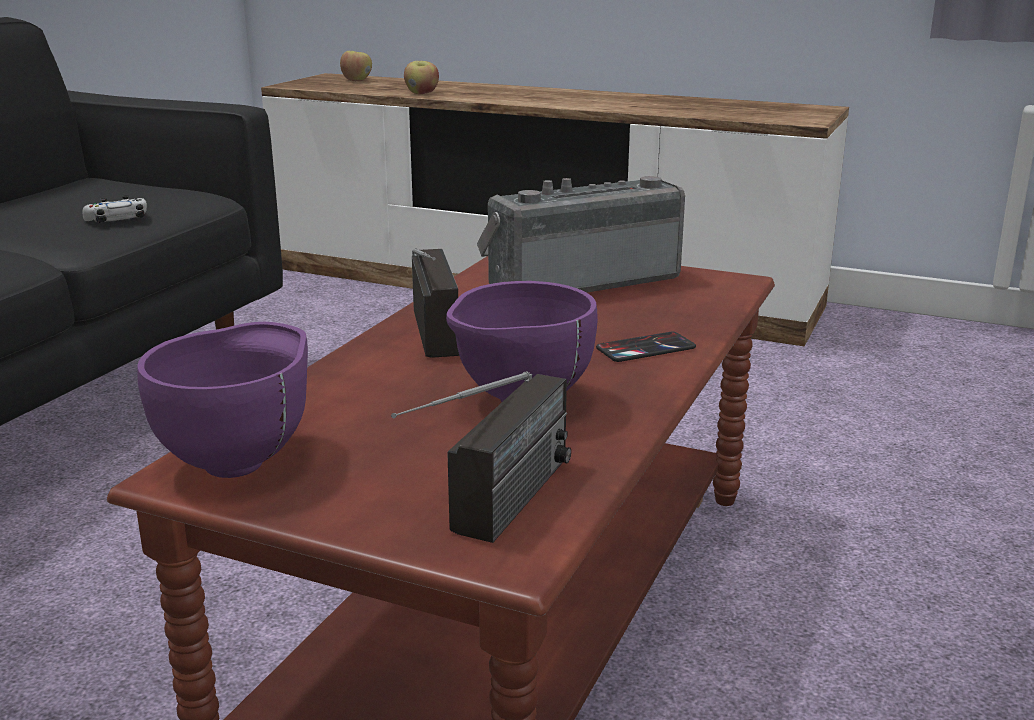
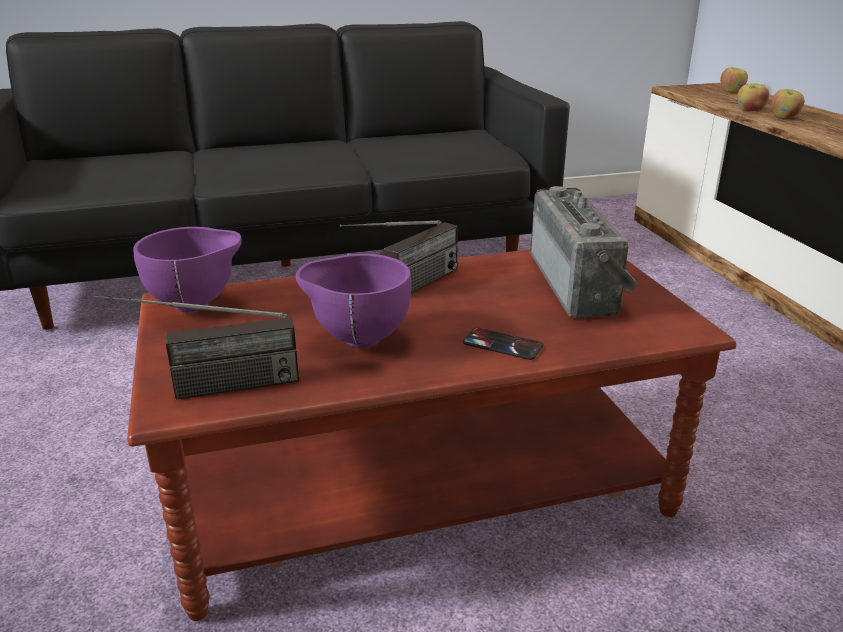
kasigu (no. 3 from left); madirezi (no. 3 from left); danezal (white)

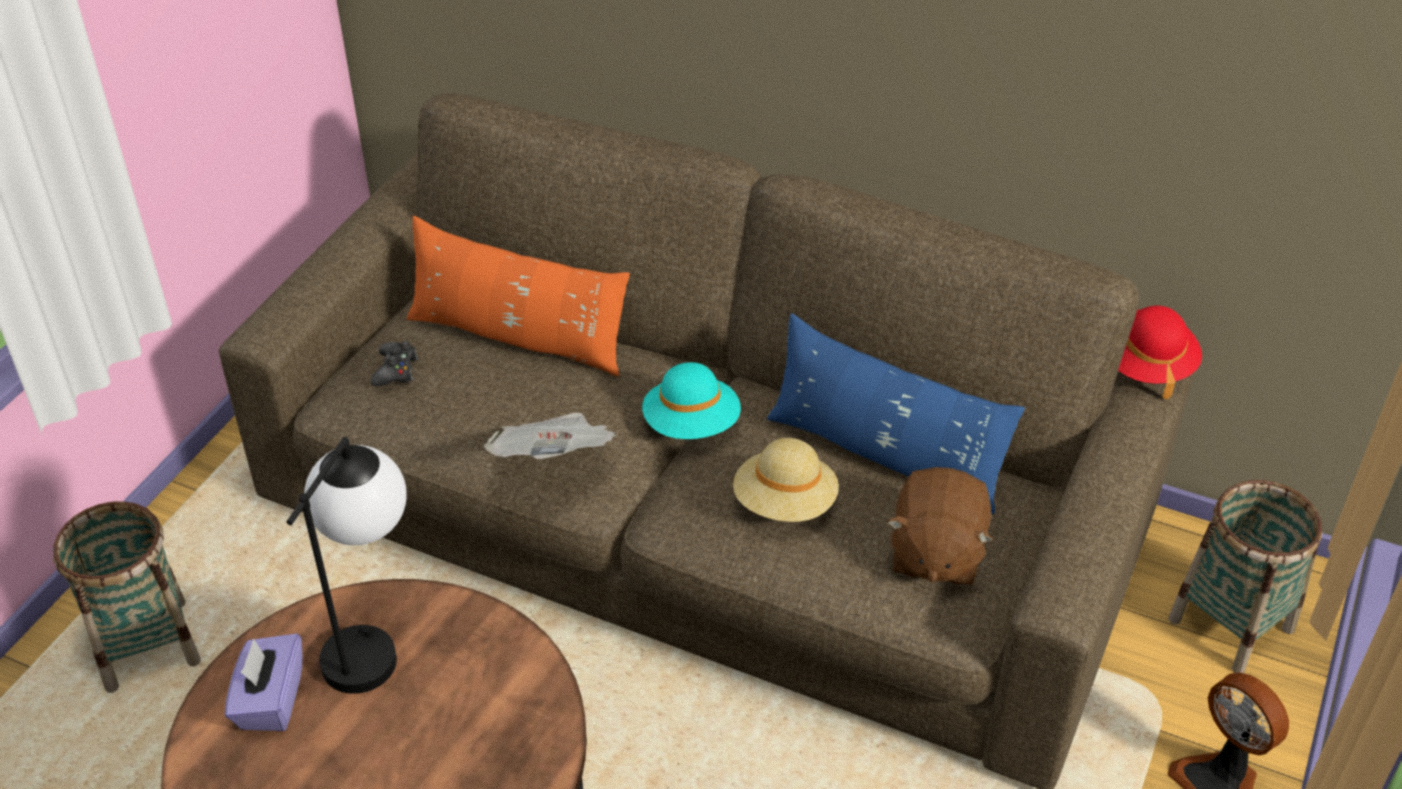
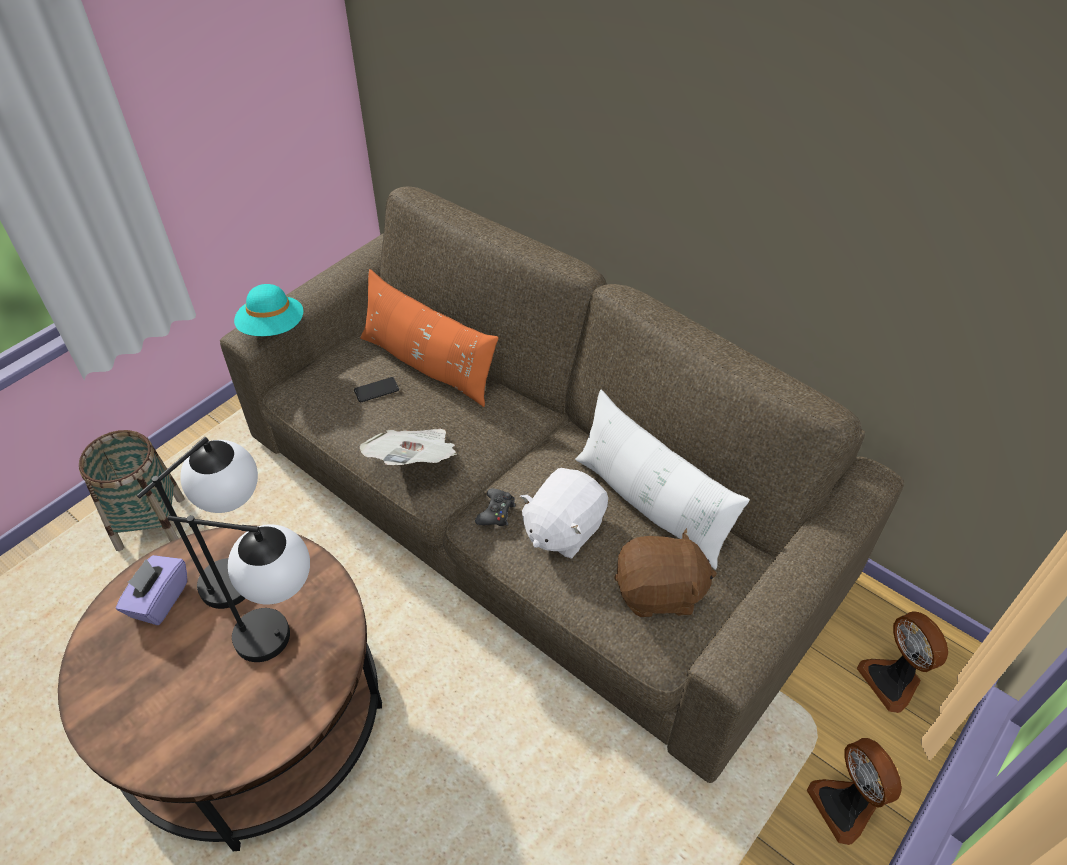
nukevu (no. 2 from left); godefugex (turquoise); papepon; danezal (black); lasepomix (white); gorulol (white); lasepomix (brown); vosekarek (no. 2 from left); godefugex (red)

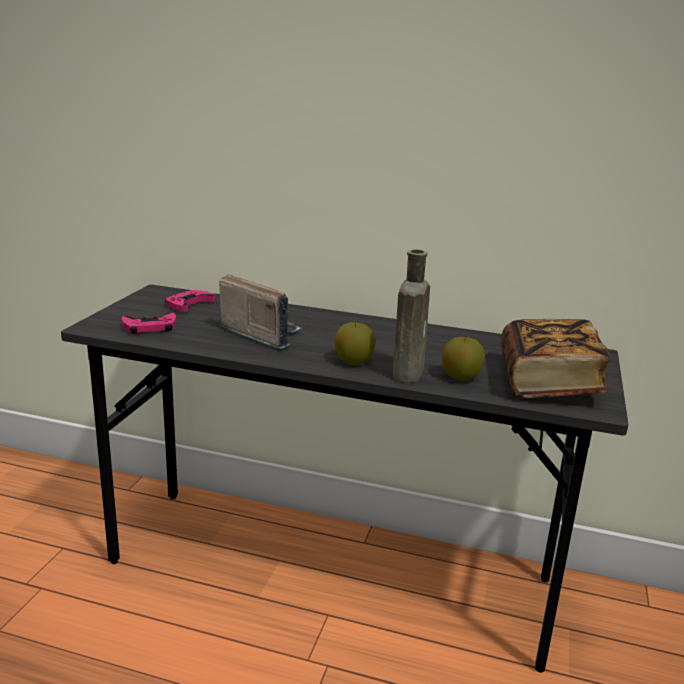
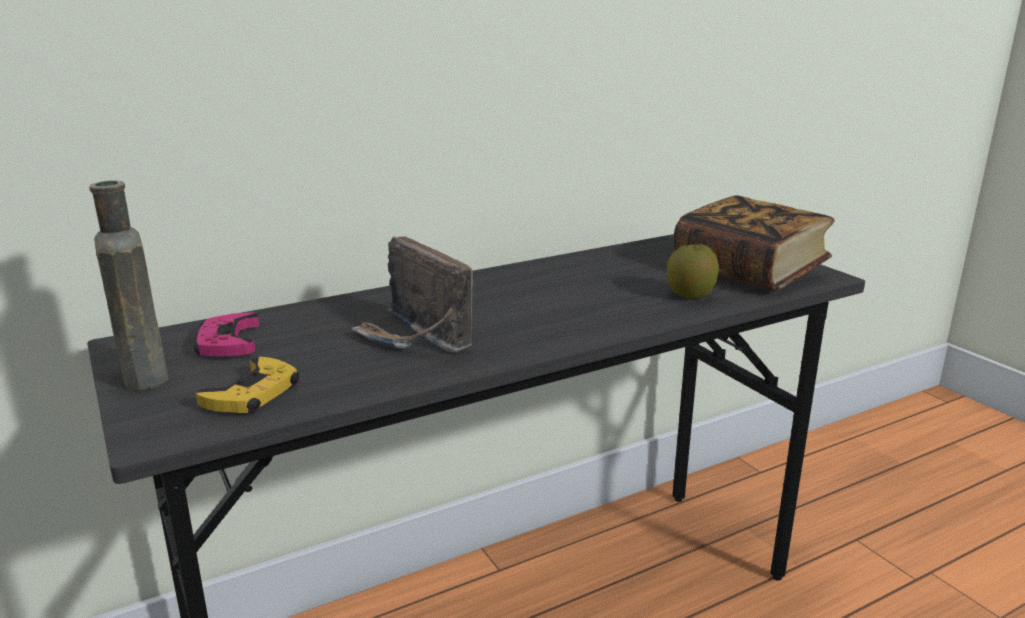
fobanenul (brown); danezal (yellow); kasigu; madirezi (no. 1 from left in the first image)

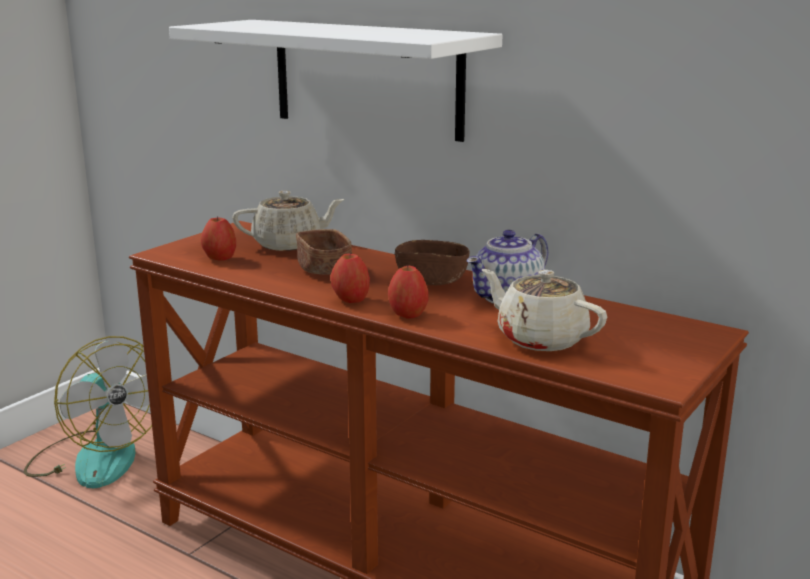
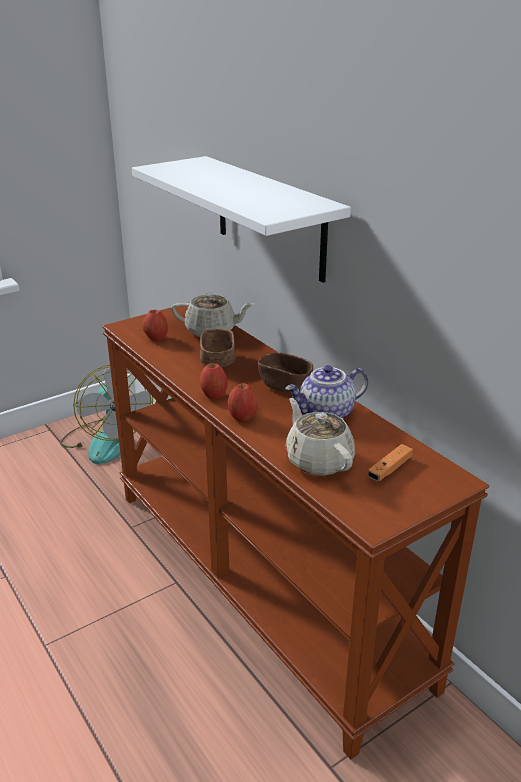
danezal (orange)

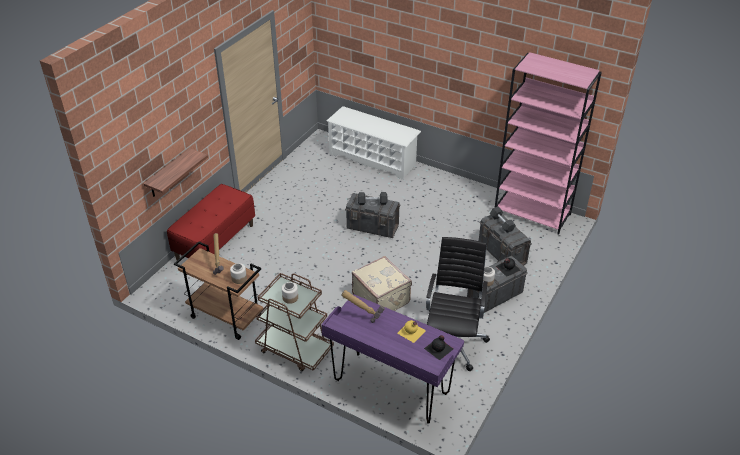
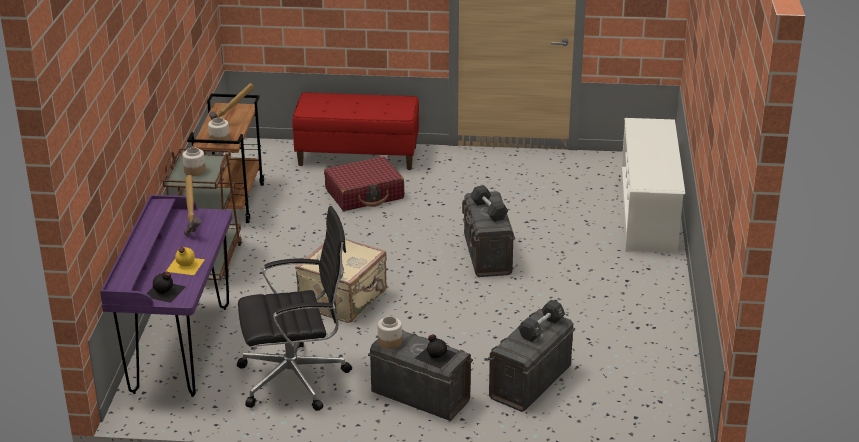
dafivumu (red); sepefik; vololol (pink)

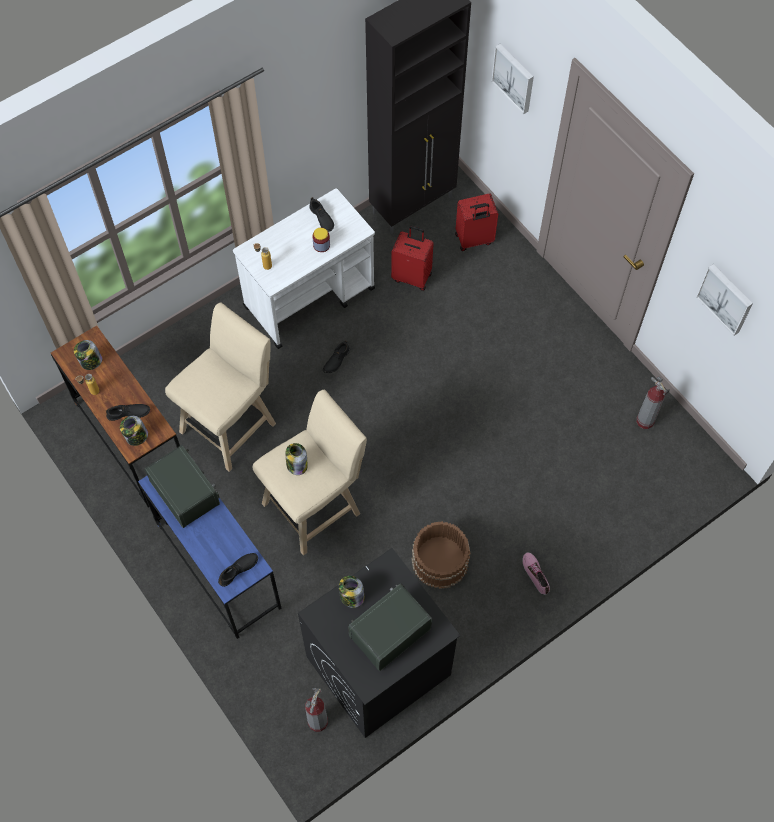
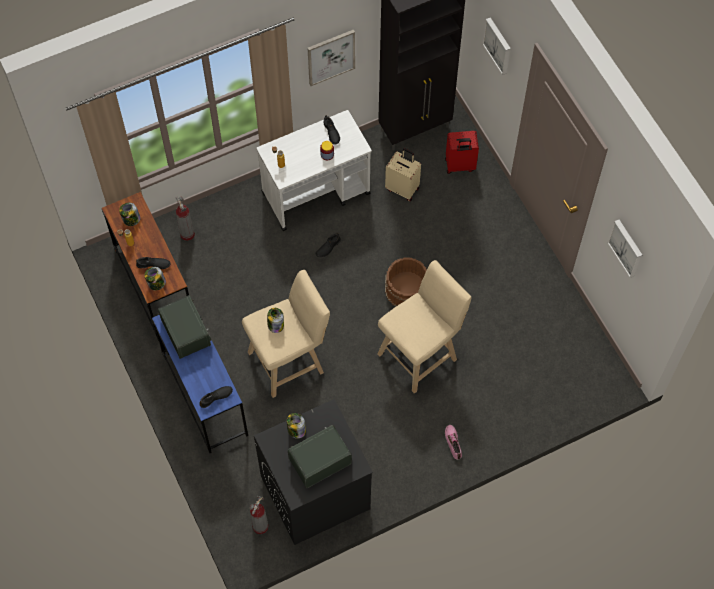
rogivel (no. 1 from left); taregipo (no. 1 from left); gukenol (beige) (no. 2 from left); dafivumu (beige); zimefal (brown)

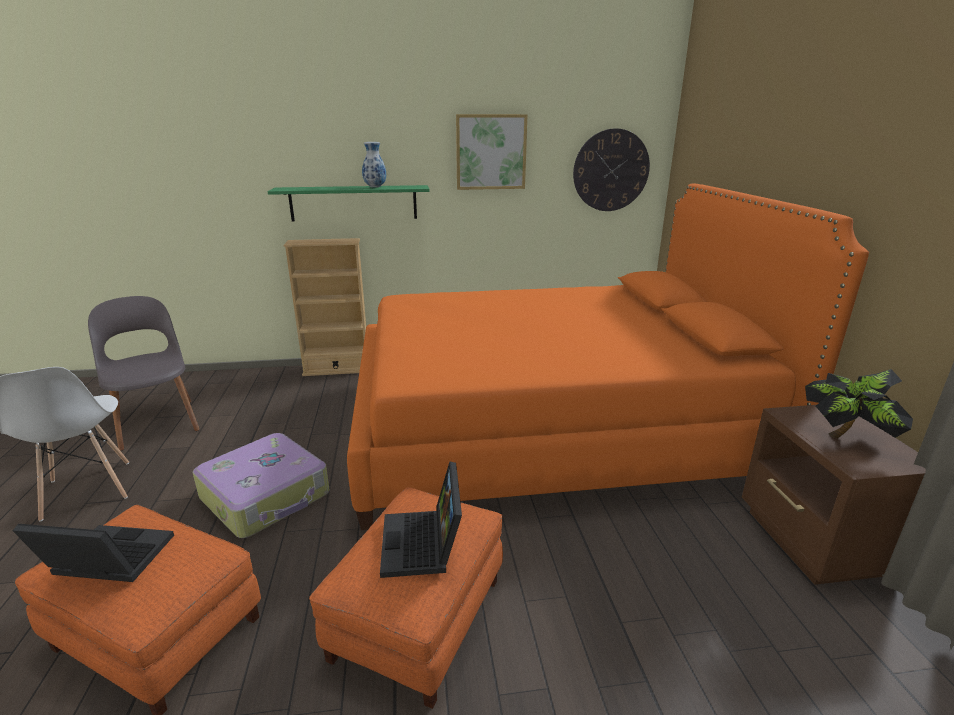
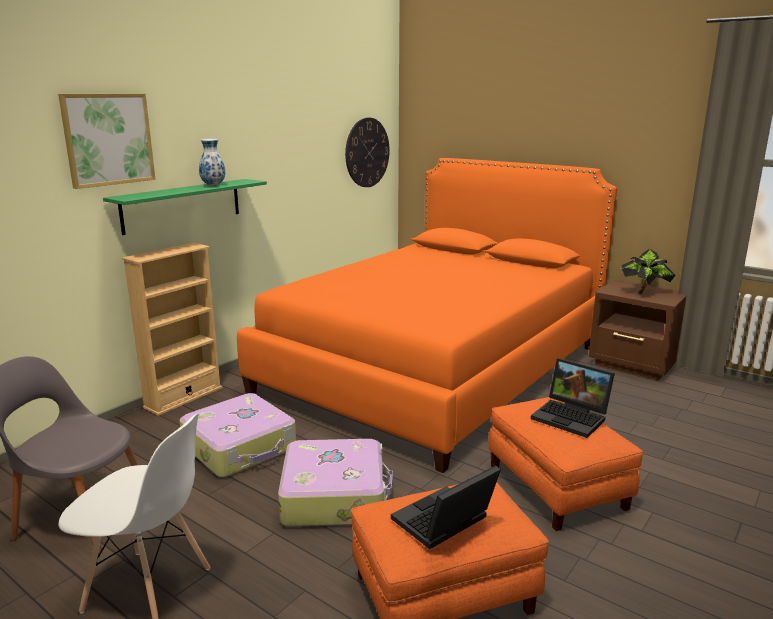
taregipo; dafivumu (no. 1 from left)

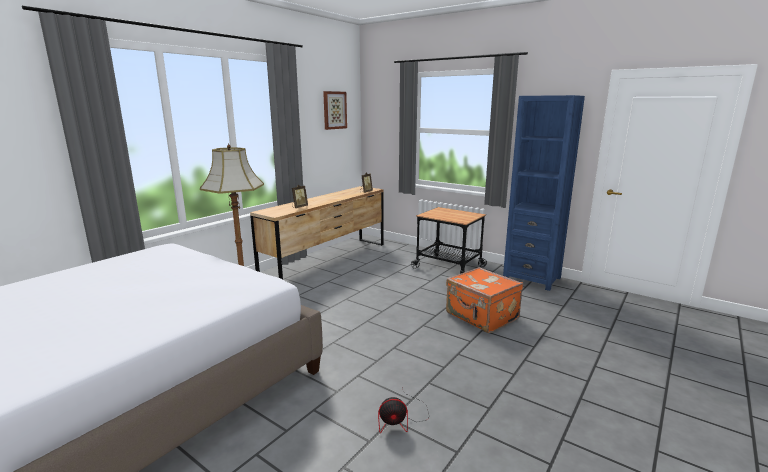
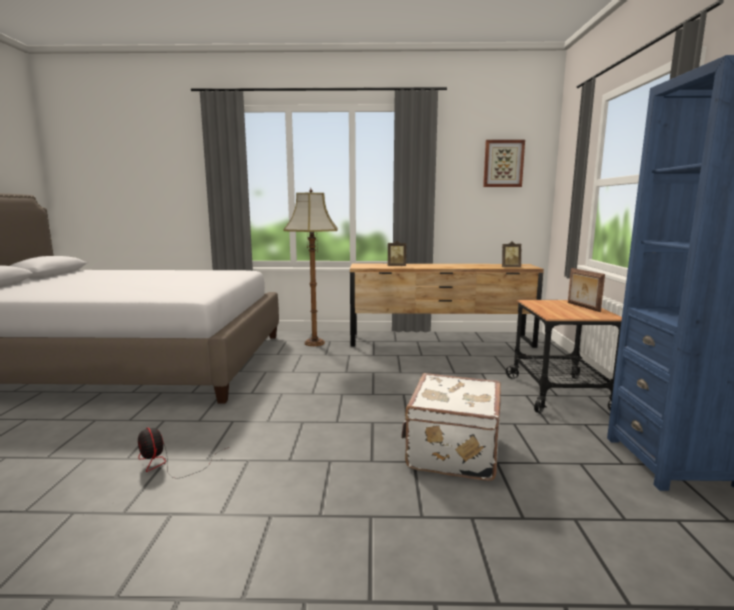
dafivumu (white); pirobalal (no. 3 from left)

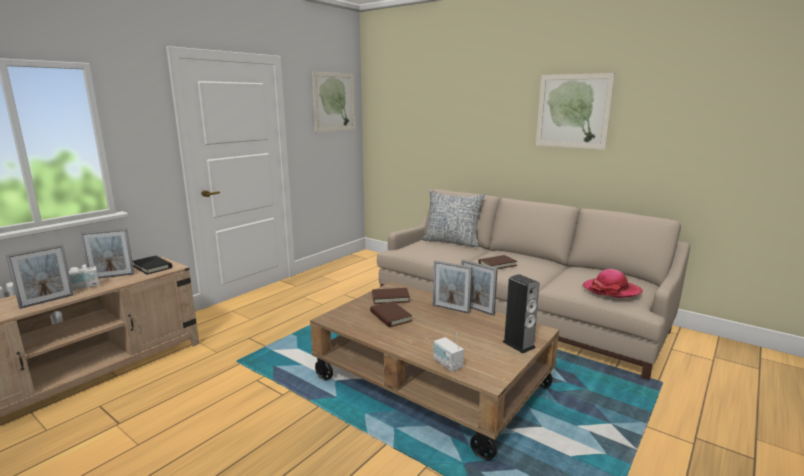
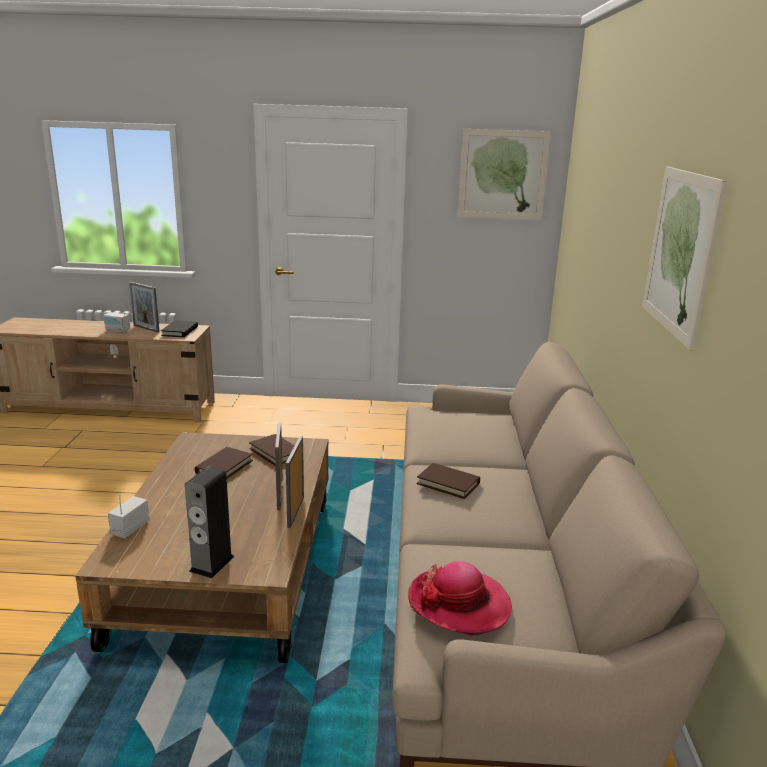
pirobalal (no. 1 from left in the first image); gorulol

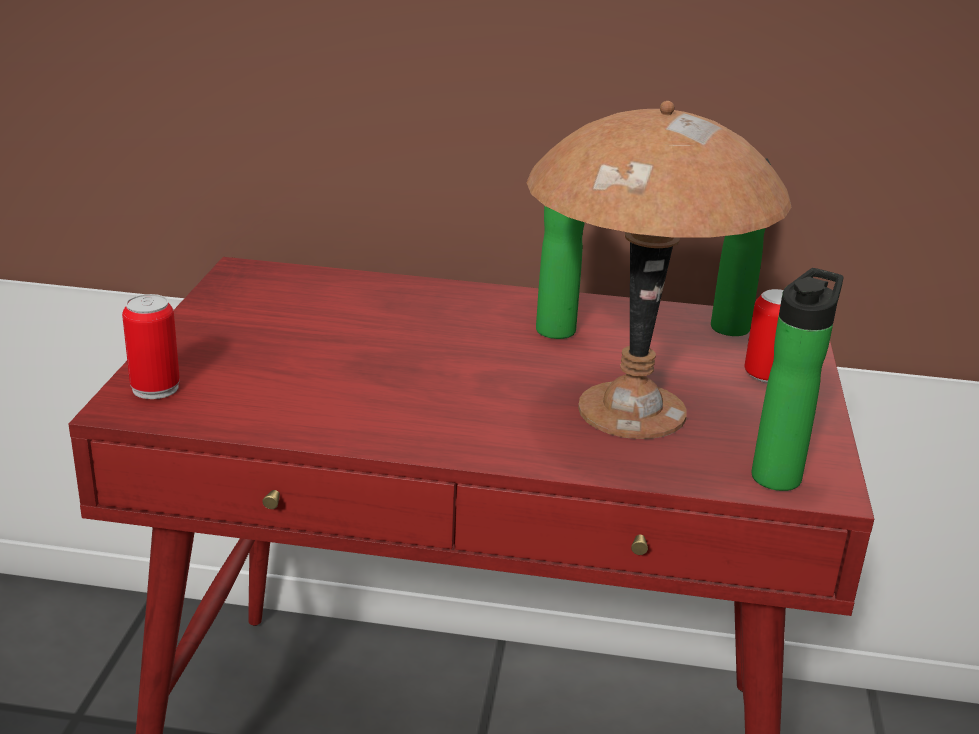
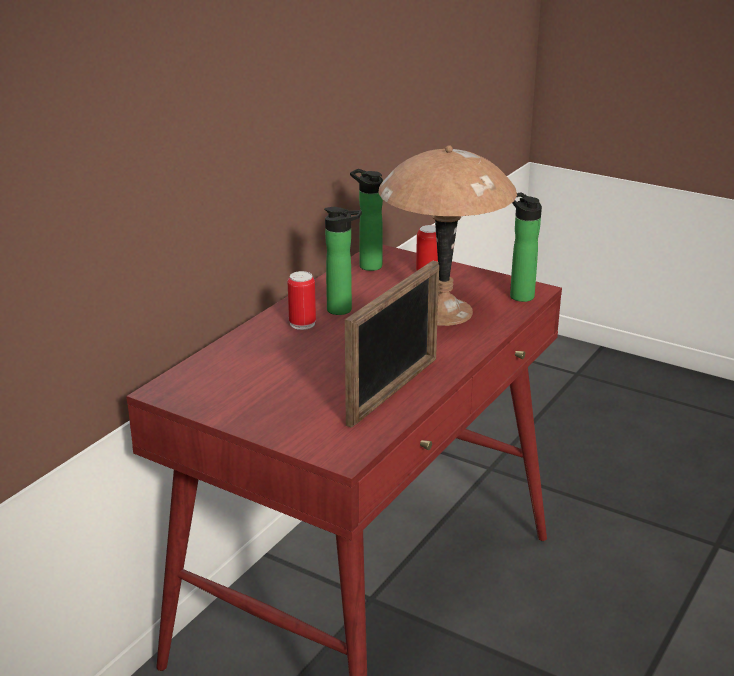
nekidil (no. 1 from left); pirobalal

